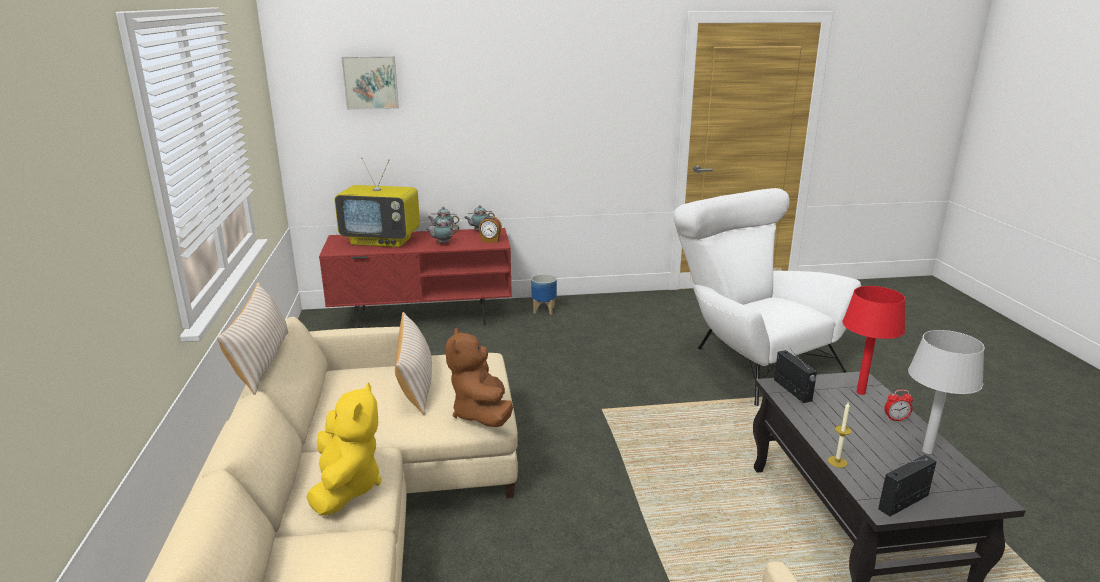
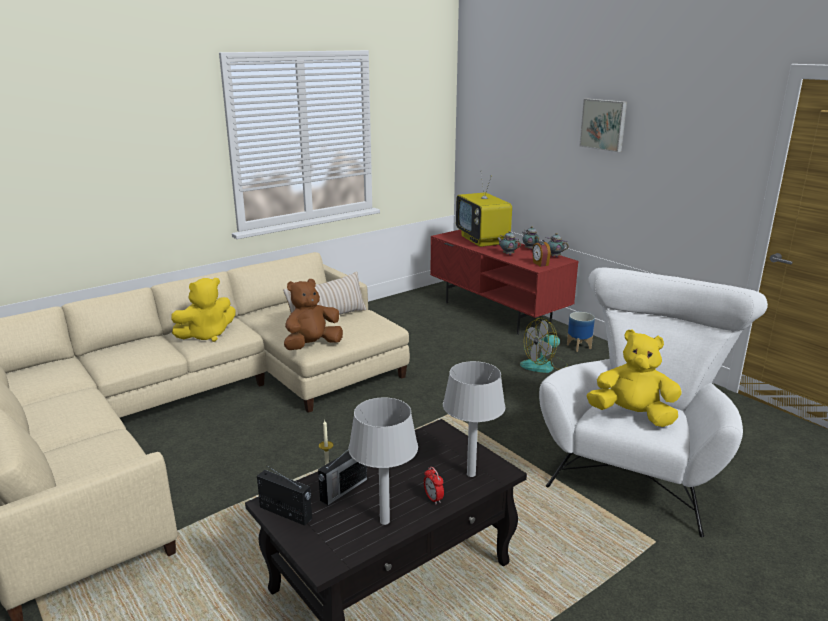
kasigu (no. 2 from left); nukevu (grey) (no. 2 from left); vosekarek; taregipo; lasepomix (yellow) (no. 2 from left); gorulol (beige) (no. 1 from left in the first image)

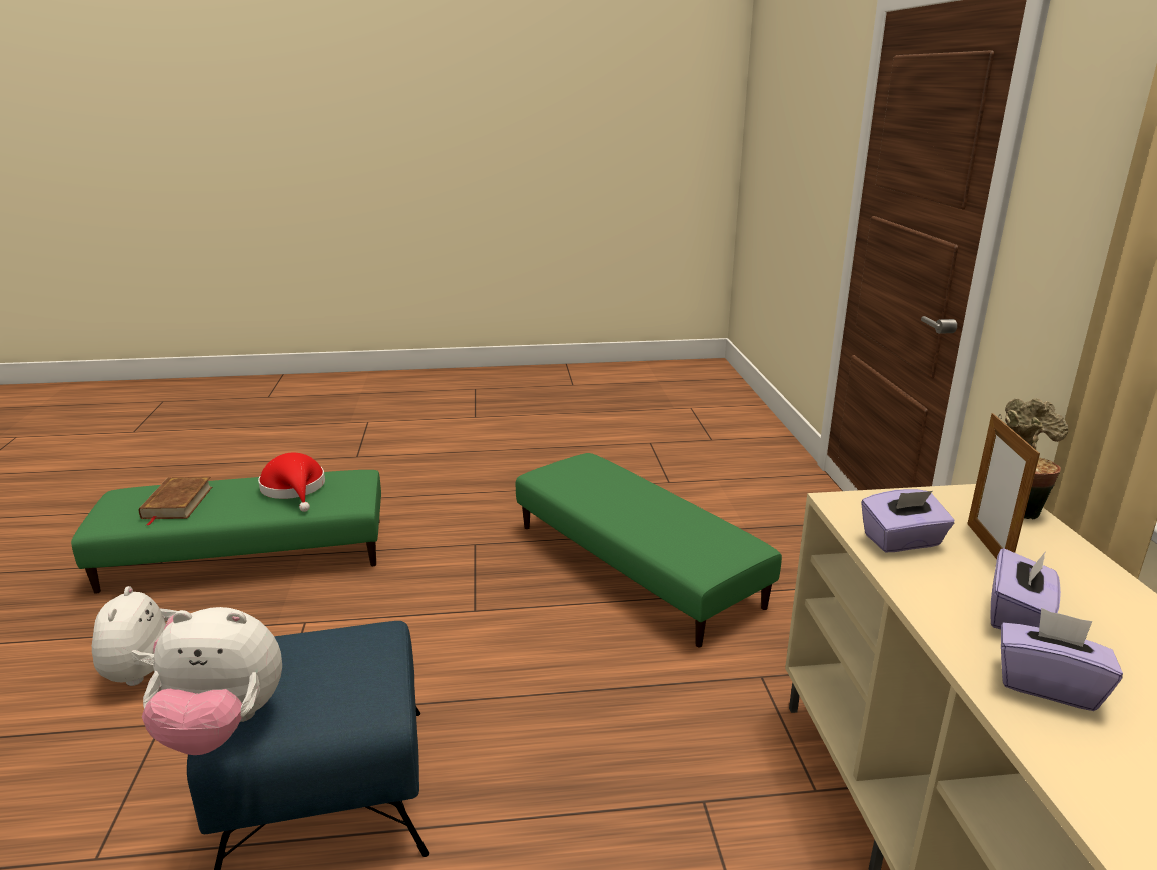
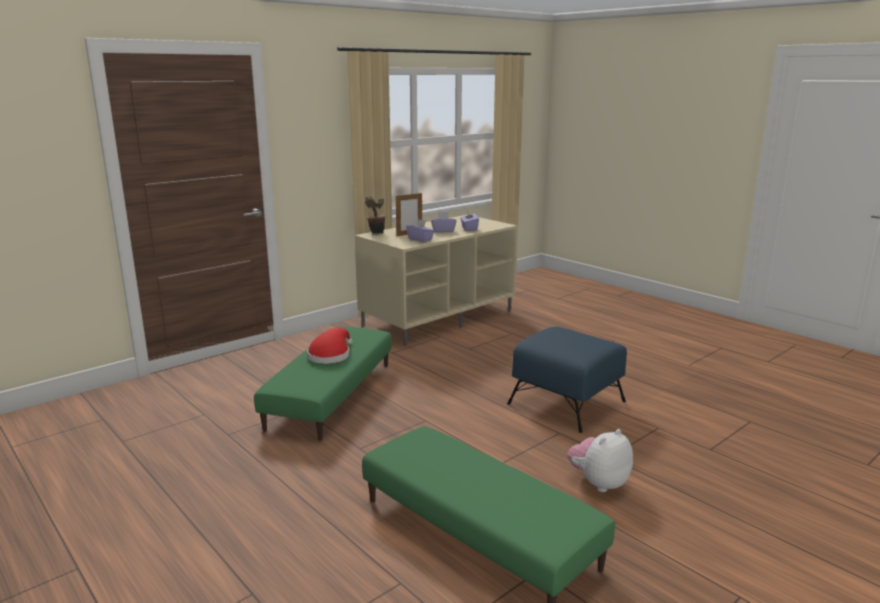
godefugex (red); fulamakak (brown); lasepomix (no. 2 from left in the first image)

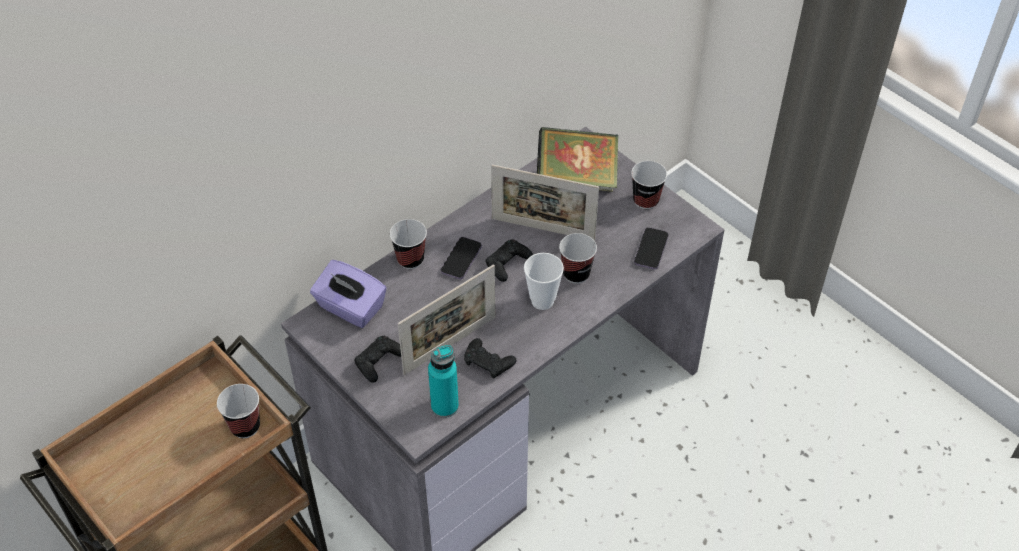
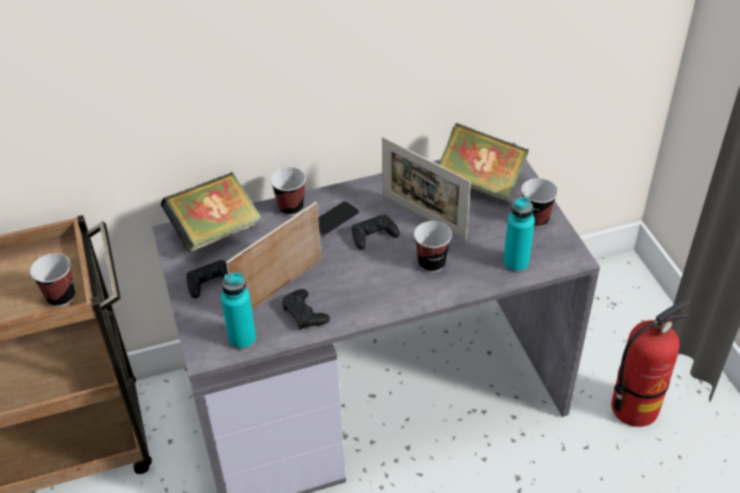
fulamakak (no. 1 from left); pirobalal (no. 1 from left); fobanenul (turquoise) (no. 2 from left); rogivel; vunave (no. 3 from left in the first image)

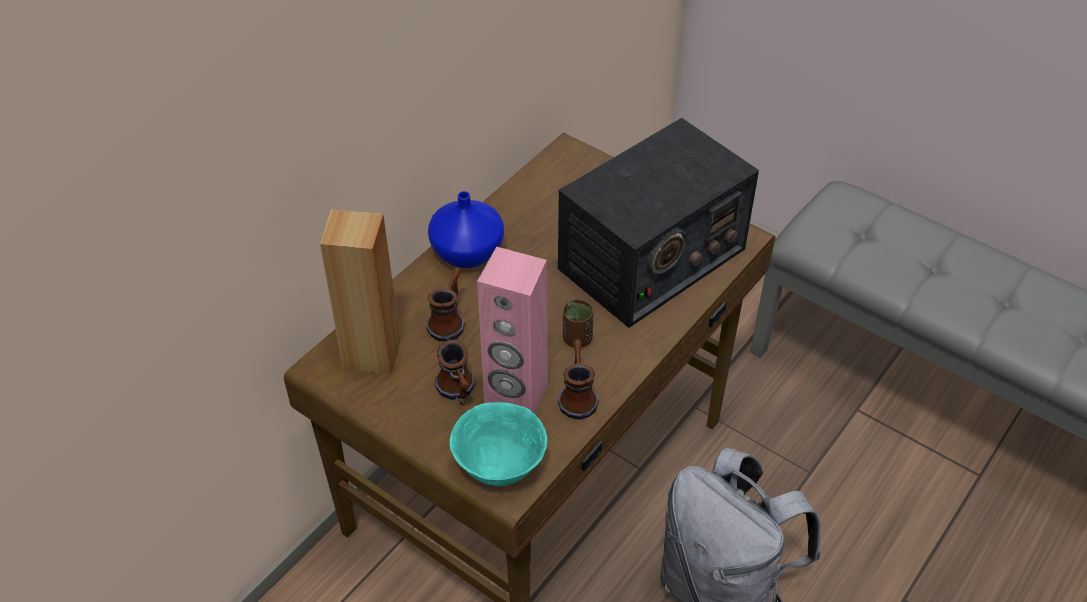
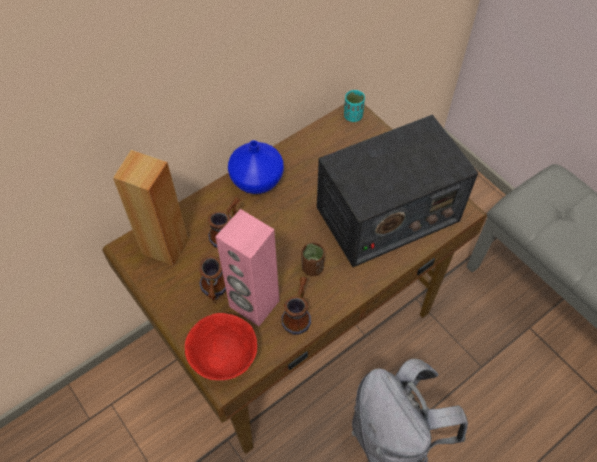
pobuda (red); vunave (turquoise)

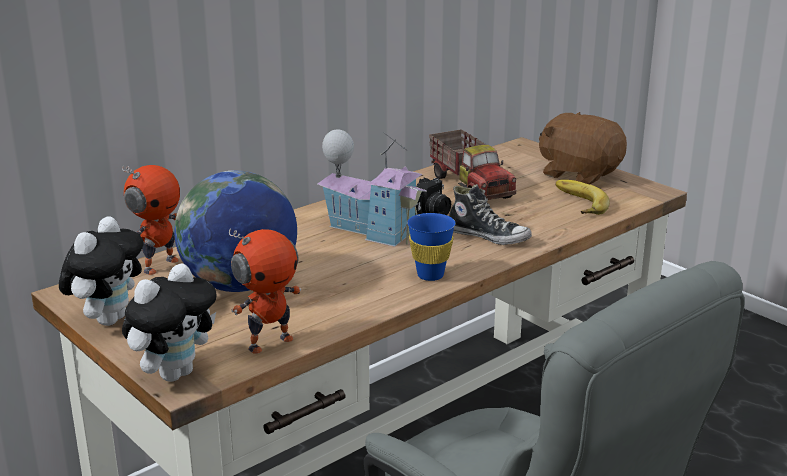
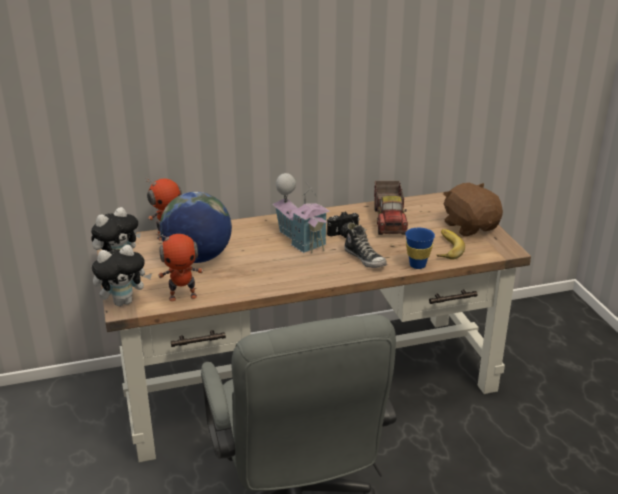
vunave (blue)

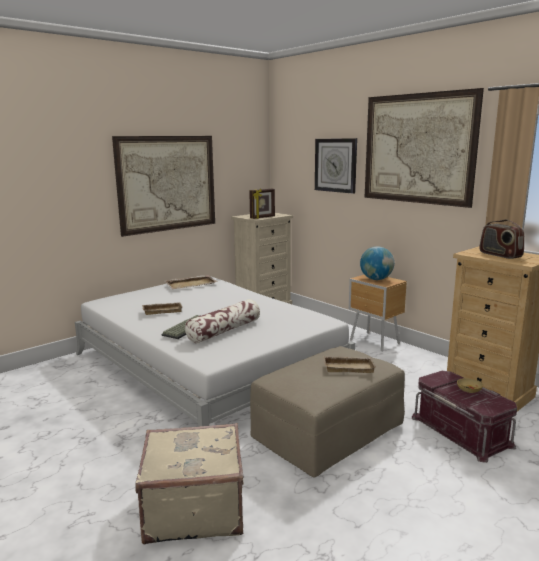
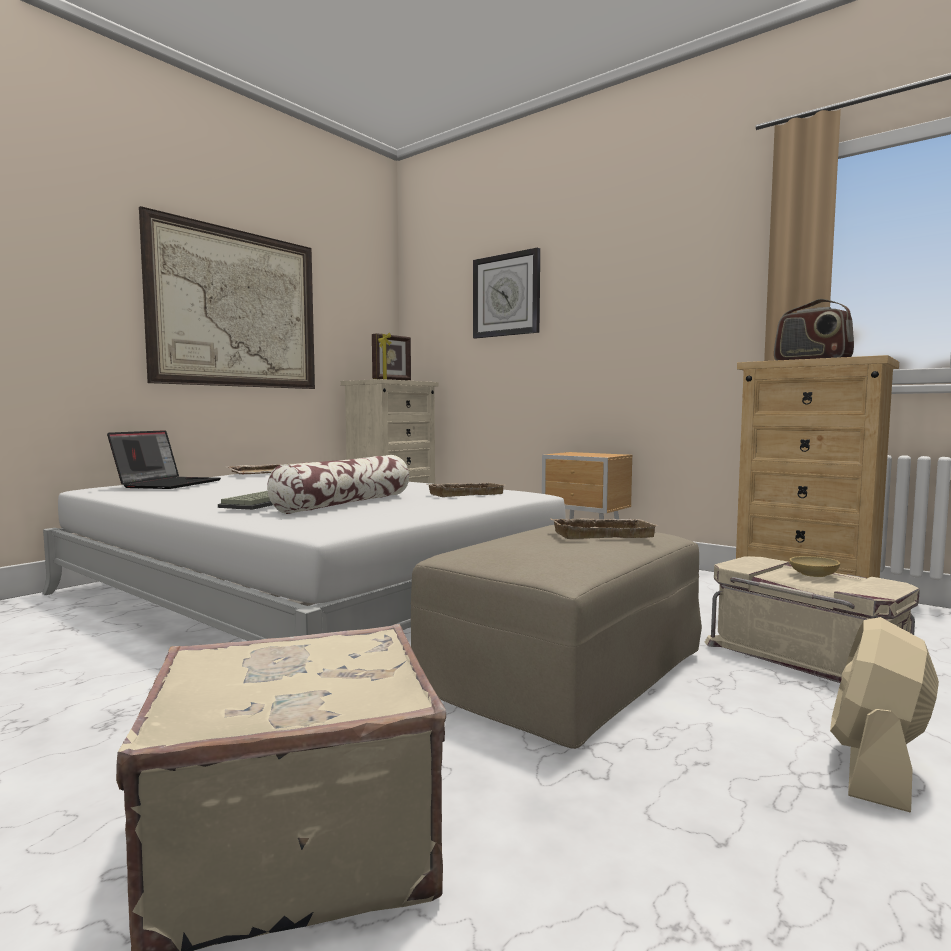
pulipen; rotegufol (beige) (no. 2 from left); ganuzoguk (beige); vosekarek (beige); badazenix; taregipo (no. 2 from left in the first image)

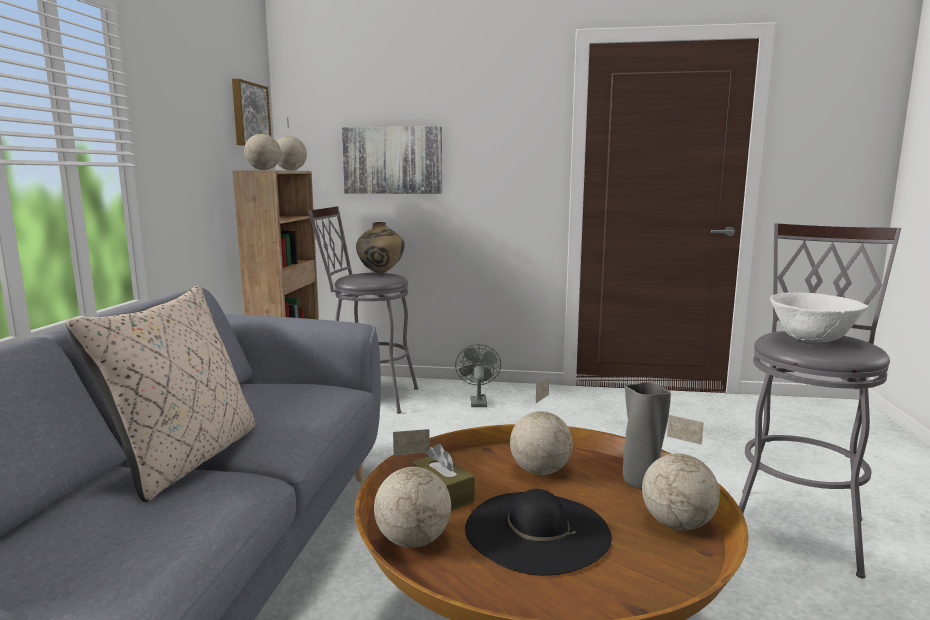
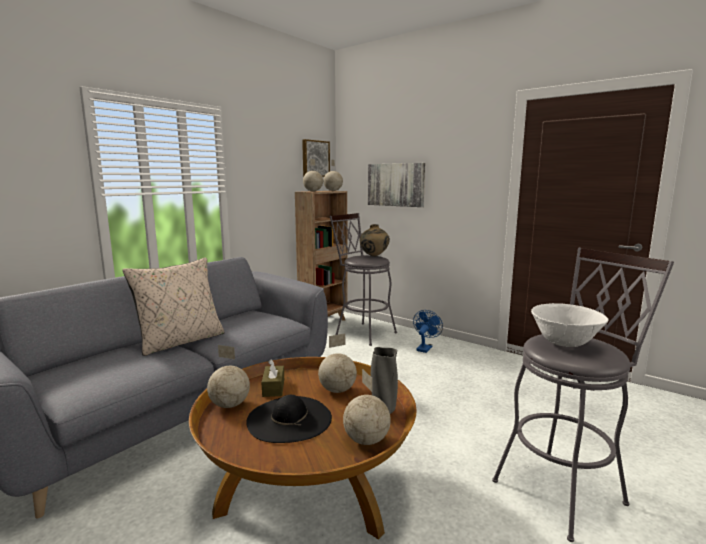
vosekarek (blue)

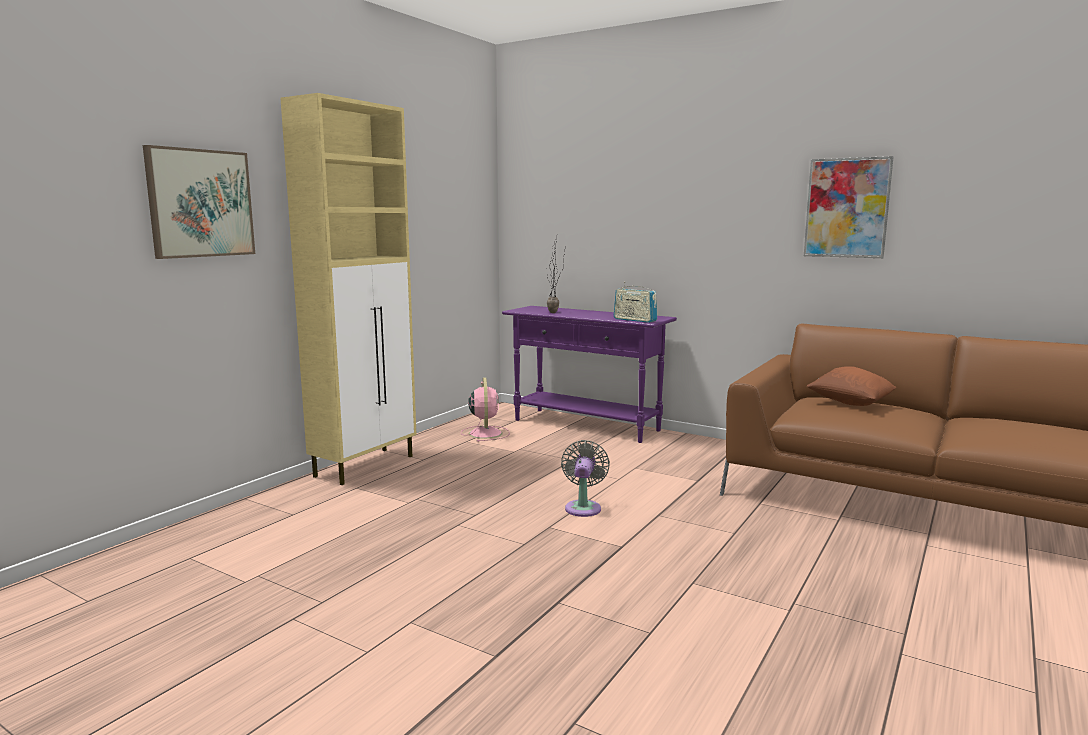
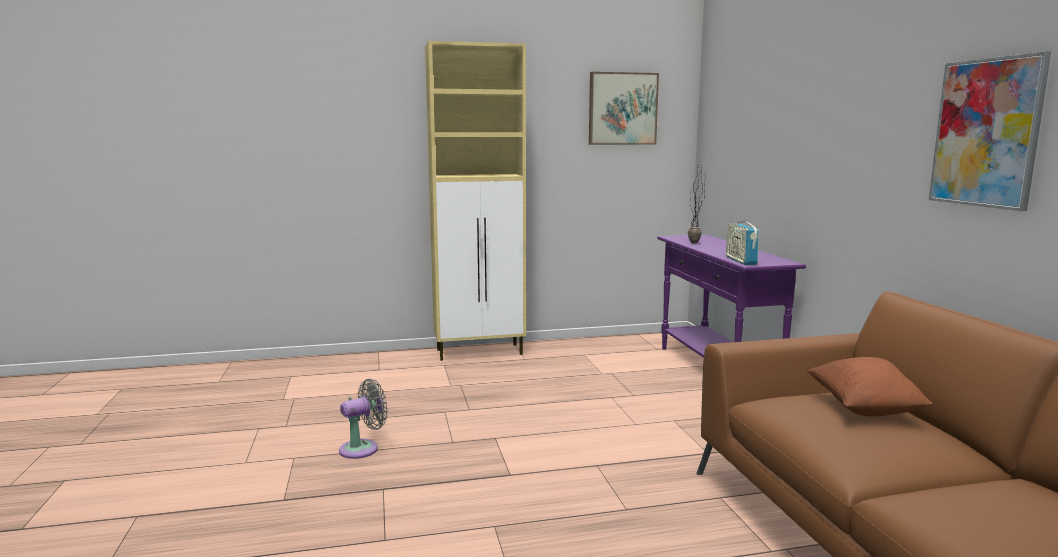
vosekarek (grey); taregipo (no. 1 from left); vosekarek (pink)

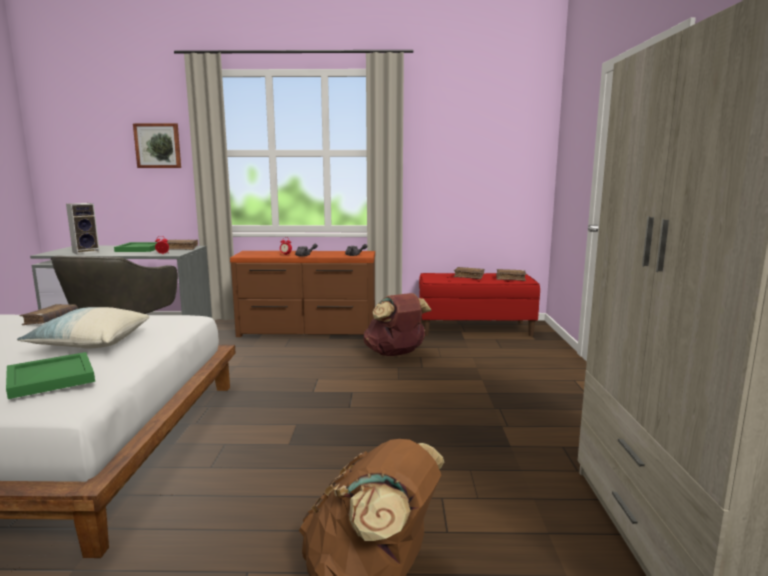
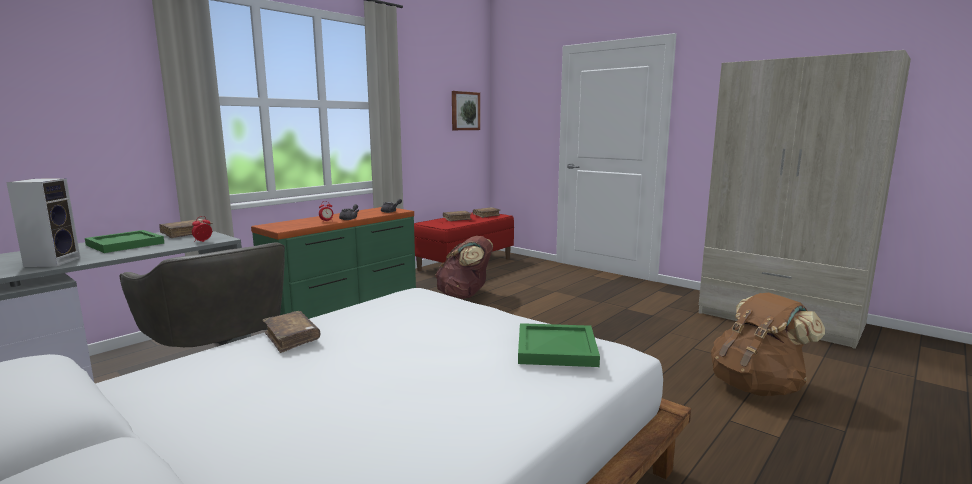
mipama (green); taregipo; gorulol

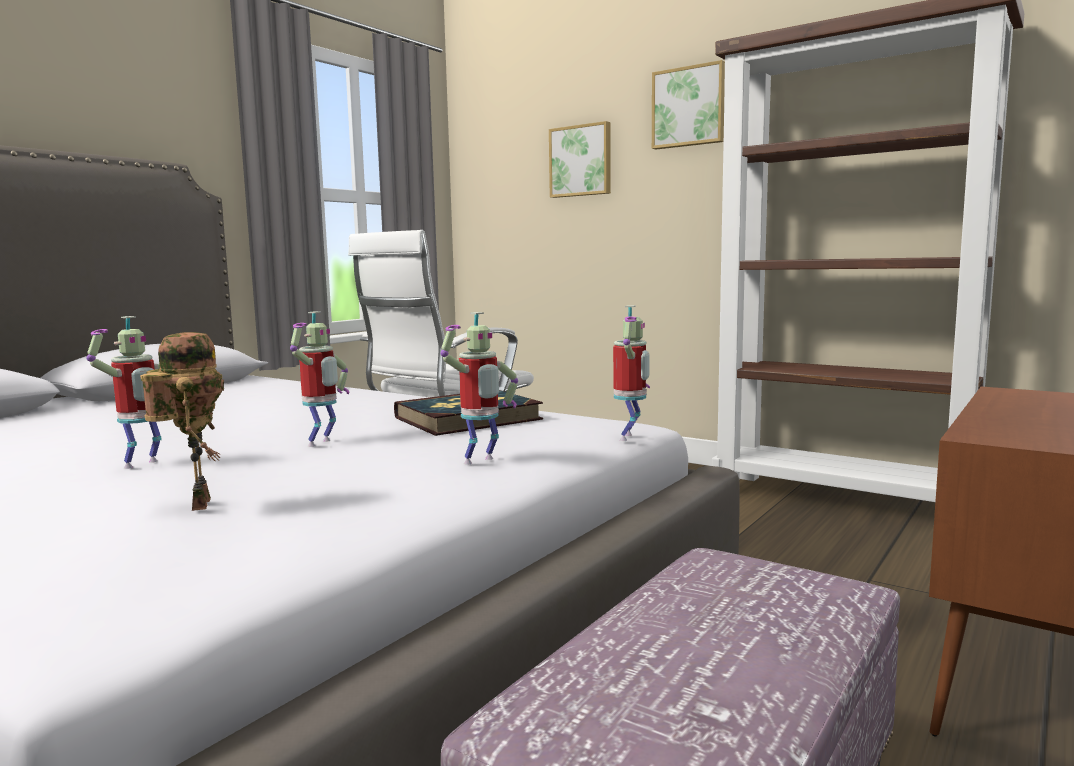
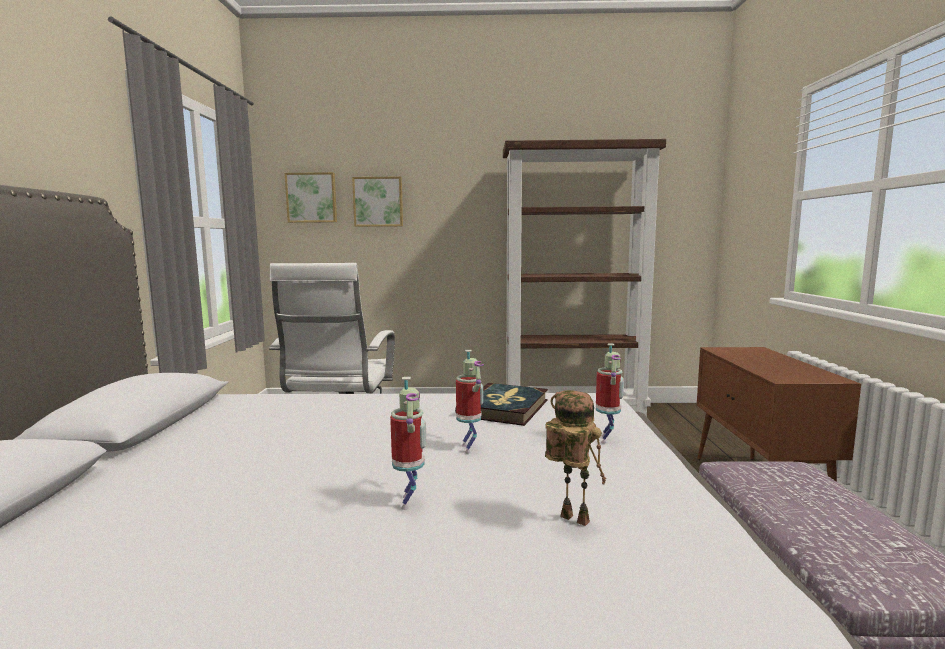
taregipo (no. 1 from left); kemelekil (no. 5 from left in the first image)

